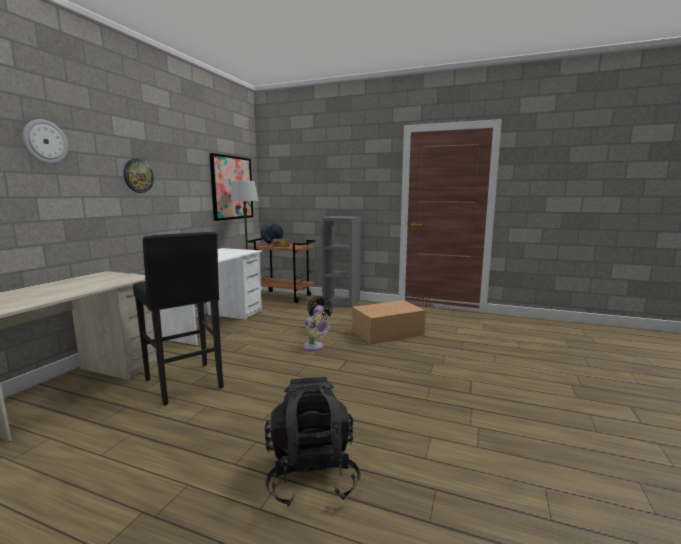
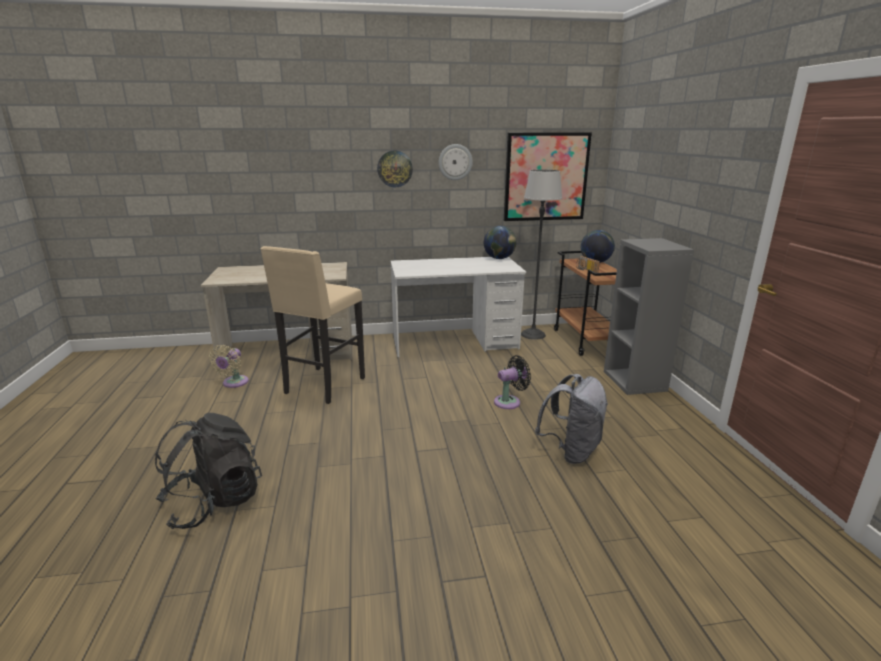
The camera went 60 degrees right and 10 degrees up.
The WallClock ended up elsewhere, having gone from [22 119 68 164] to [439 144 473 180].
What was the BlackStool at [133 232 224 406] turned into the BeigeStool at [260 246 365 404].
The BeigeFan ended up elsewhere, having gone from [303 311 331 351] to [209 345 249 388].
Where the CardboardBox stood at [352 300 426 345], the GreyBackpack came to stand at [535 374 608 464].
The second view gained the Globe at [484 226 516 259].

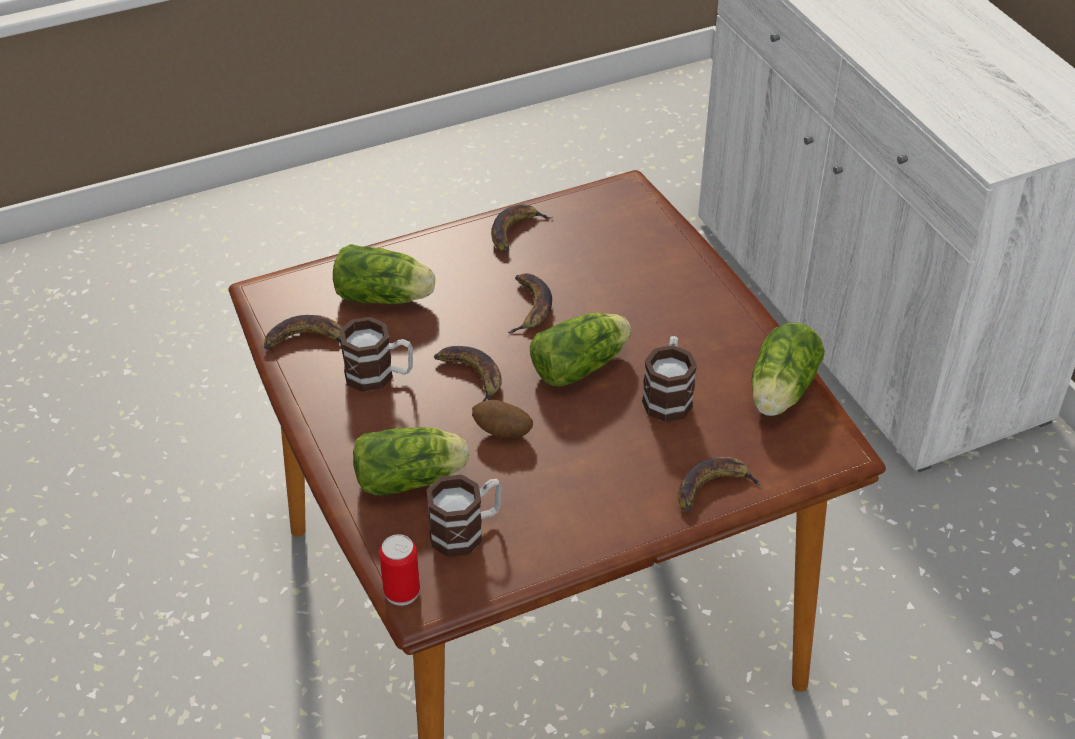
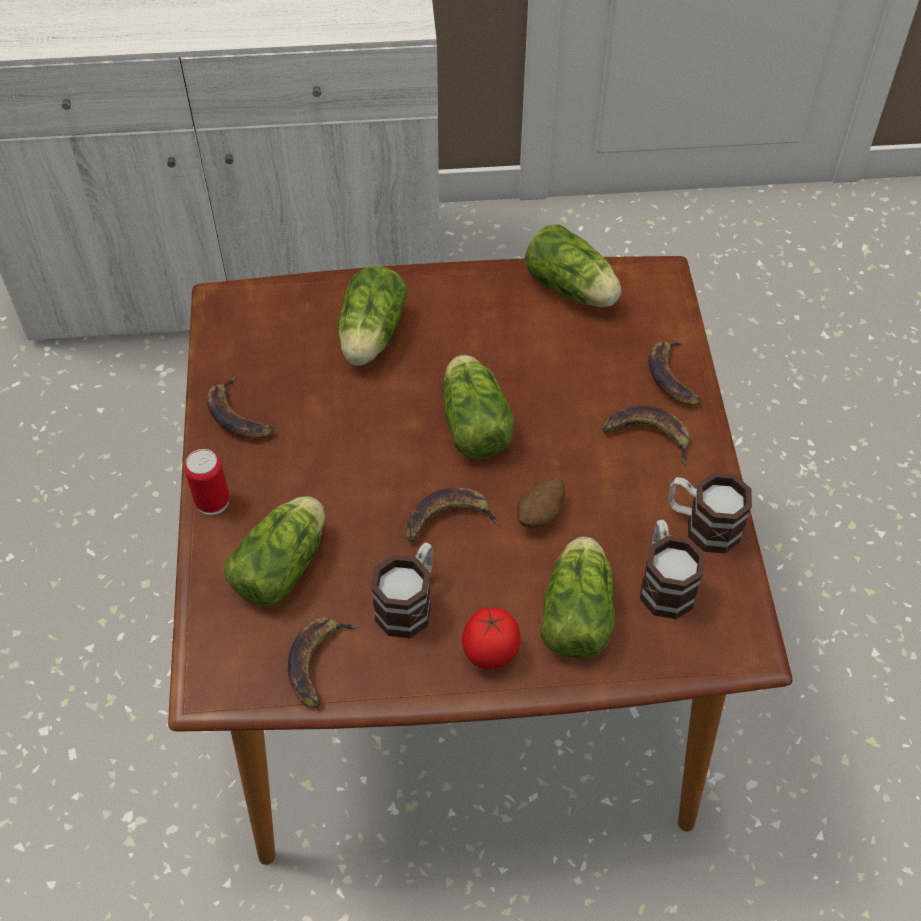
The camera went 70 degrees left and 10 degrees up.
The Can ended up elsewhere, having gone from [379 534 420 606] to [184 449 230 515].
The Banana ended up elsewhere, having gone from [508 273 552 334] to [602 406 690 465].
The Mug ended up elsewhere, having gone from [642 336 697 422] to [668 473 752 554].
The second view gained the Lettuce at [338 266 408 366].
The second view gained the Tomato at [462 607 521 669].

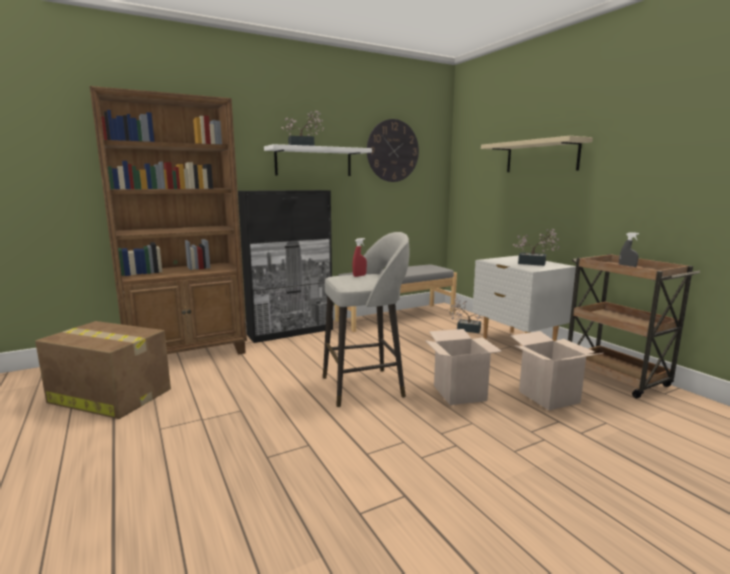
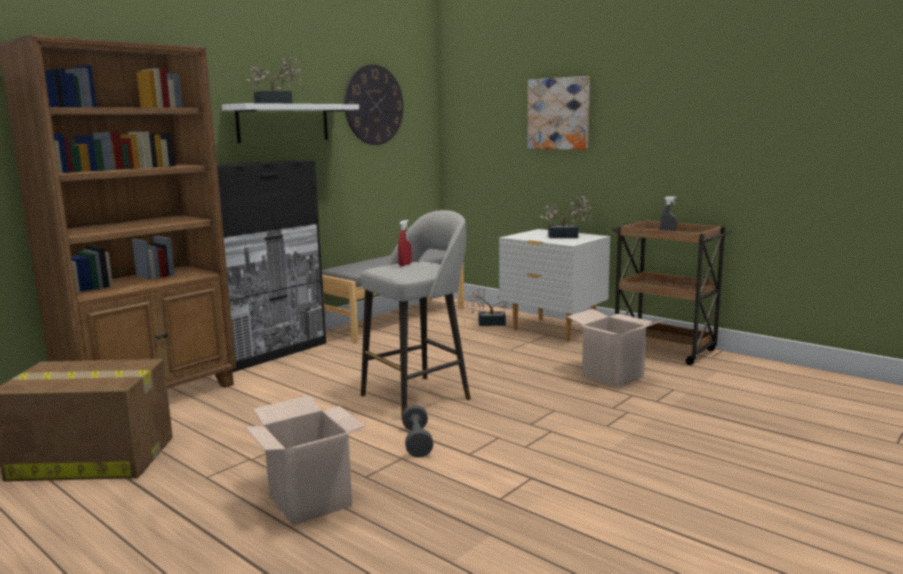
The camera went 20 degrees left and 0 degrees up.
The CardboardBox ended up elsewhere, having gone from [425 329 501 405] to [244 395 366 526].
Where the BeigeShelf hung at [481 136 593 172], the Picture came to hang at [527 76 590 150].
The second view gained the GreyDumbbell at [402 405 433 457].

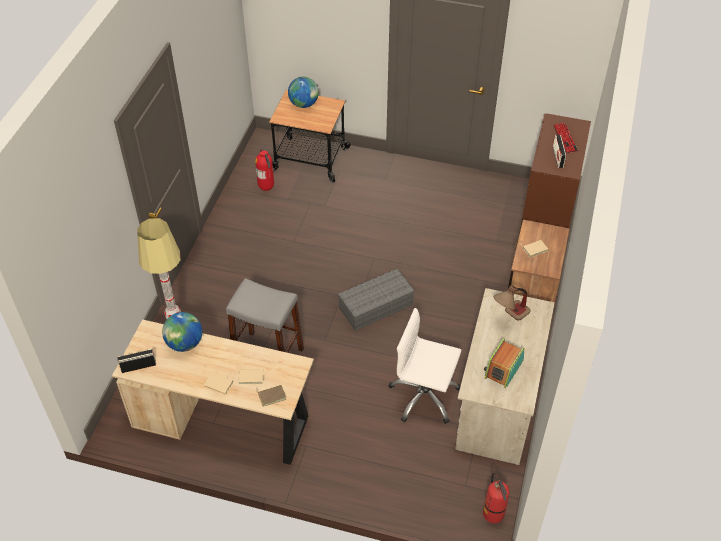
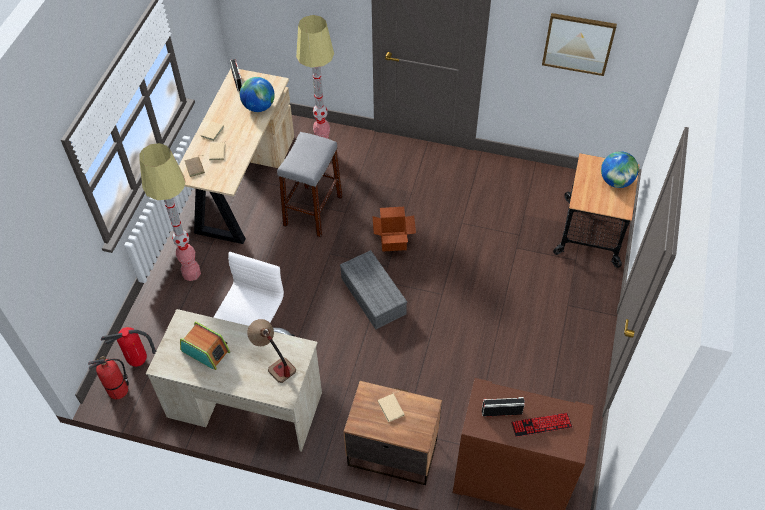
The camera went 90 degrees right and 5 degrees up.
The FireExtinguisher ended up elsewhere, having gone from [255 149 274 191] to [101 327 157 367].
The second view gained the FloorLamp at [139 143 201 281].
The second view gained the CardboardBox at [372 207 416 251].
The second view gained the Picture at [542 13 617 76].

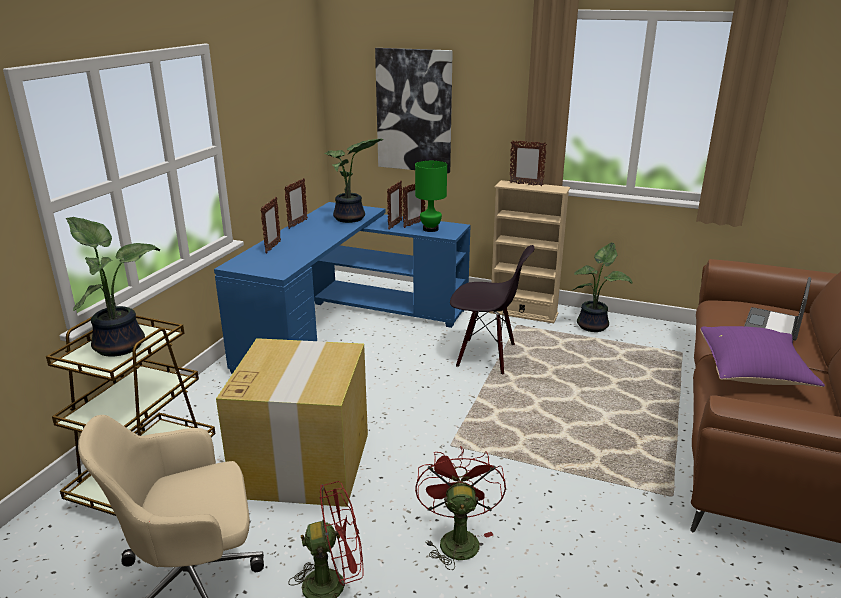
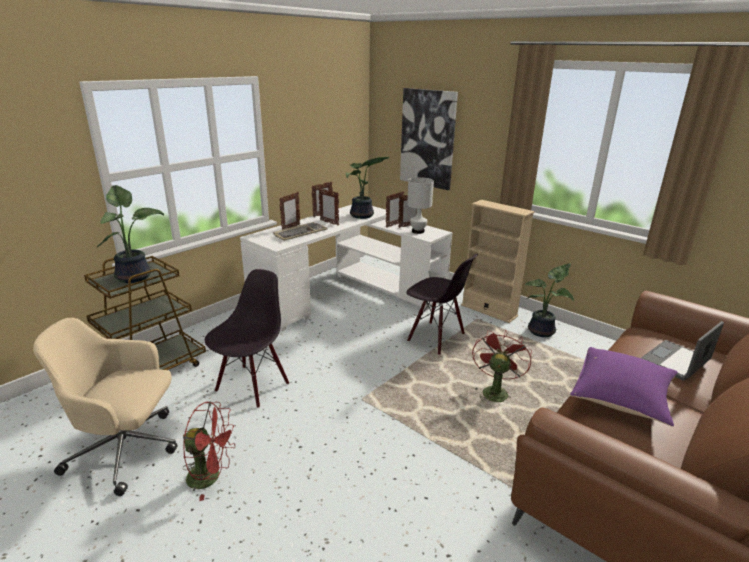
The camera went 20 degrees right and 0 degrees up.
What was the BlueDesk at [214 202 471 374] turned into the WhiteDesk at [240 205 452 331].
Where the CardboardBox stood at [216 338 368 507], the BlackChair came to stand at [205 269 289 408].
What was the GreenTableLamp at [415 161 447 232] turned into the WhiteTableLamp at [407 177 434 234].
The RedFan ended up elsewhere, having gone from [415 446 506 570] to [472 331 532 402].
The PictureFrame ended up elsewhere, having gone from [510 141 547 186] to [318 188 339 226].
The second view gained the Keyboard at [273 222 328 241].

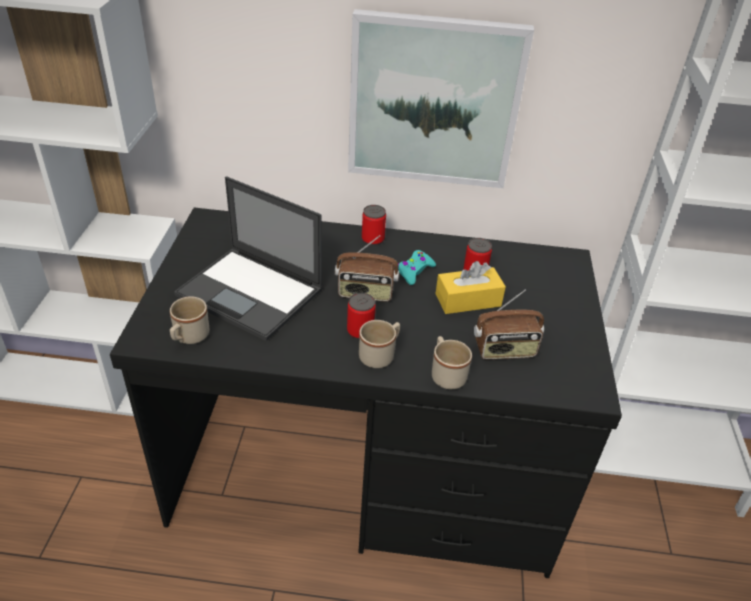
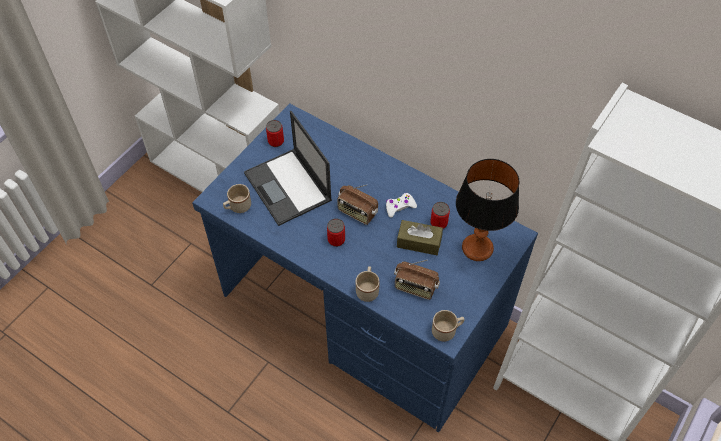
The camera went 30 degrees right and 15 degrees up.
What was the BlackDesk at [110 208 622 578] turned into the BlueDesk at [192 103 538 432].
The second view lost the Picture at [348 9 534 188].
The BeigeMug ended up elsewhere, having gone from [359 320 400 368] to [432 310 464 342].
The Can ended up elsewhere, having gone from [362 205 386 246] to [266 120 284 147].
What was the TurquoiseGameController at [398 250 436 285] turned into the WhiteGameController at [386 193 417 218].
What was the YellowTissueBox at [435 261 506 314] turned into the BrownTissueBox at [397 220 443 255].
The second view gained the TableLamp at [456 159 519 261].

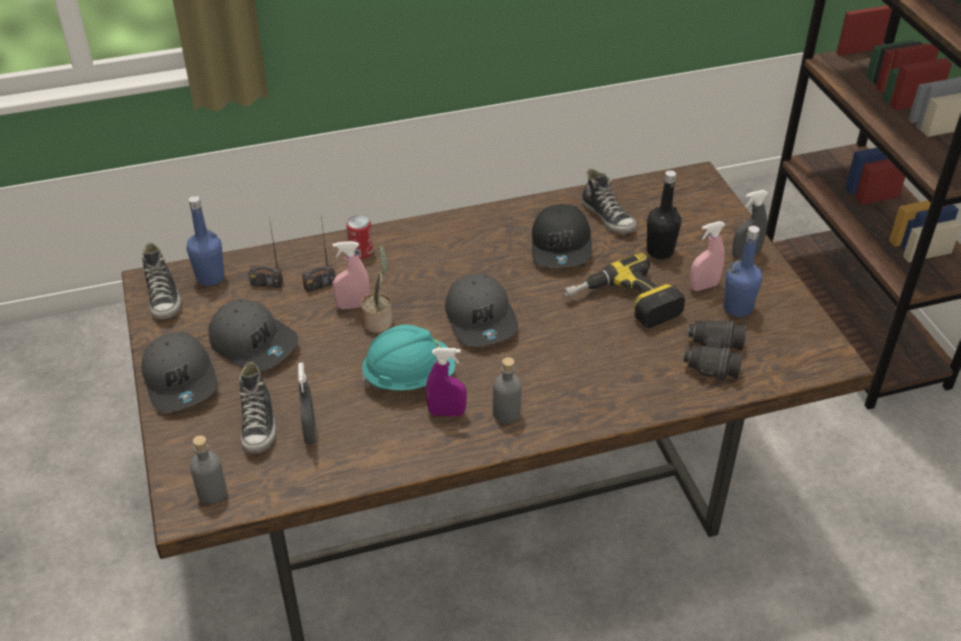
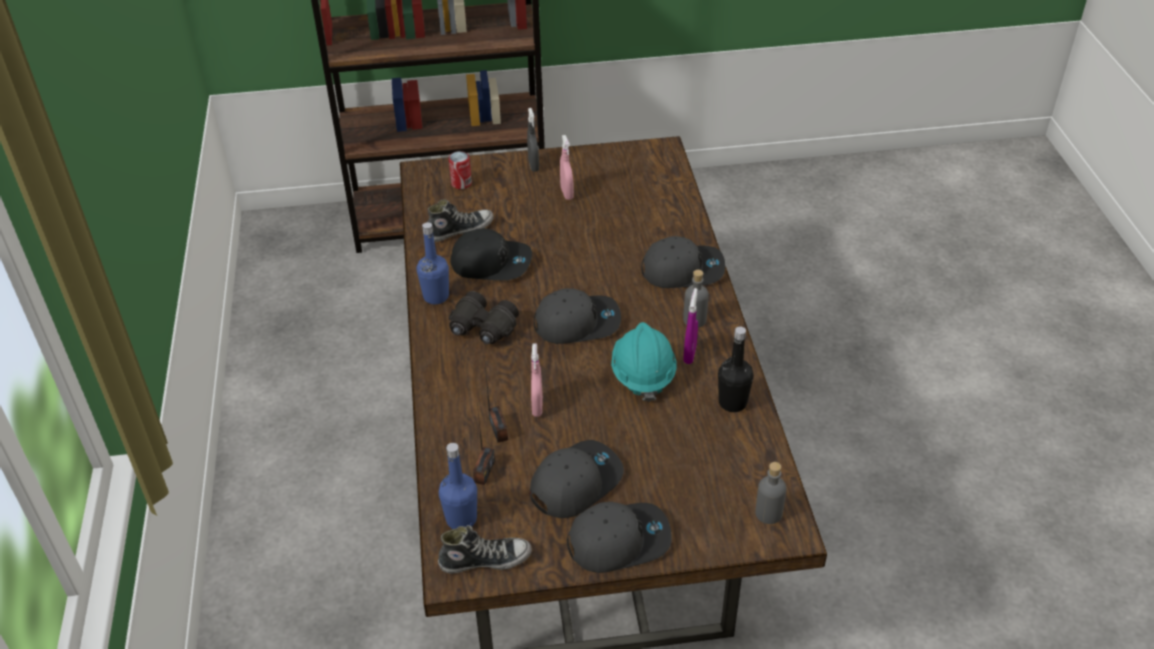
The camera went 80 degrees left and 0 degrees up.
The second view lost the Shoe at [239 362 276 454].
The second view lost the GreySprayBottle at [298 363 316 445].
The Can ended up elsewhere, having gone from [346 215 373 259] to [449 151 472 189].
The second view lost the PottedPlant at [360 245 393 333].
The second view lost the PowerDrill at [564 253 685 328].
The BlackBottle ended up elsewhere, having gone from [647 170 681 259] to [718 326 754 412].
The BlackBinoculars ended up elsewhere, having gone from [683 320 746 381] to [449 291 519 344].
The BlueBottle ended up elsewhere, having gone from [724 226 762 317] to [417 222 449 304].
The second view gained the GreyCap at [641 236 725 288].

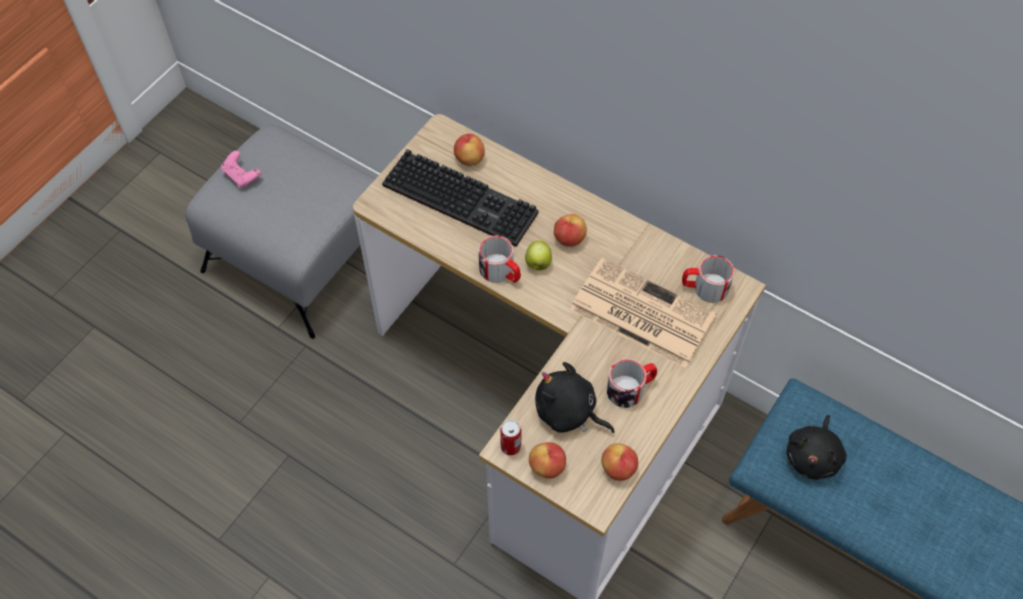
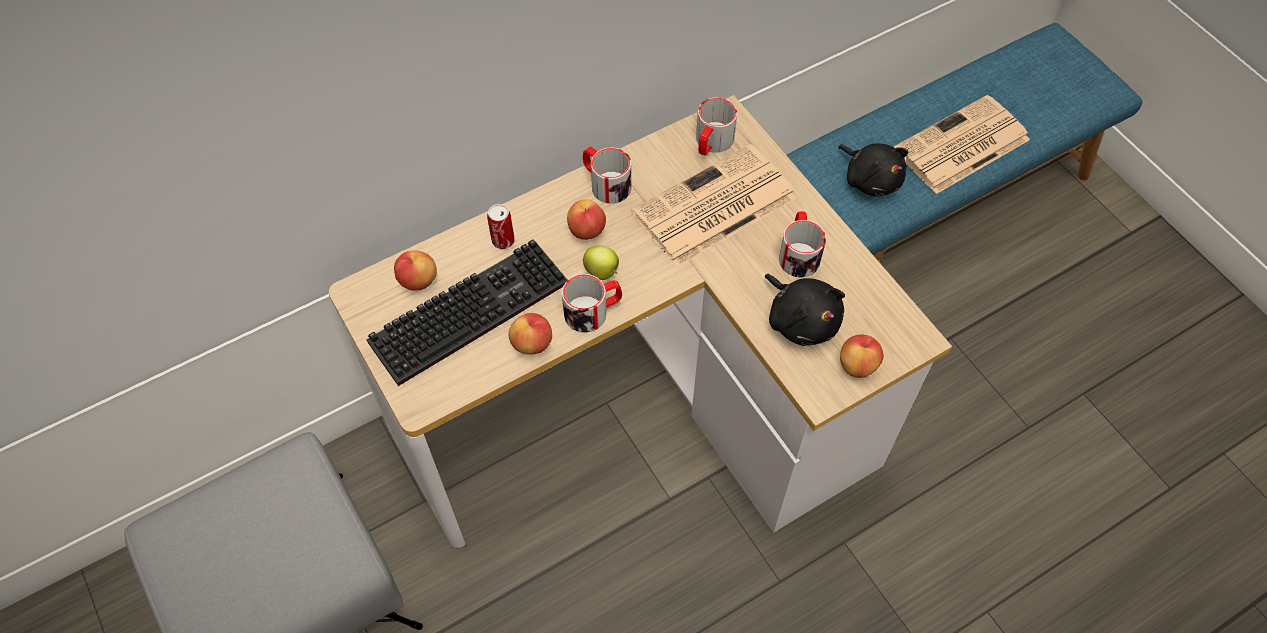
The camera went 65 degrees left and 0 degrees up.
The second view lost the PinkGameController at [221 150 261 188].
The Can ended up elsewhere, having gone from [500 419 522 455] to [487 204 515 249].
The BlackPlushToy at [535 362 615 433] ended up facing another way, 90 degrees counterclockwise from before.
The Apple ended up elsewhere, having gone from [601 443 638 481] to [509 313 552 354].
The second view gained the Mug at [583 147 631 204].
The second view gained the Newspaper at [894 95 1030 194].

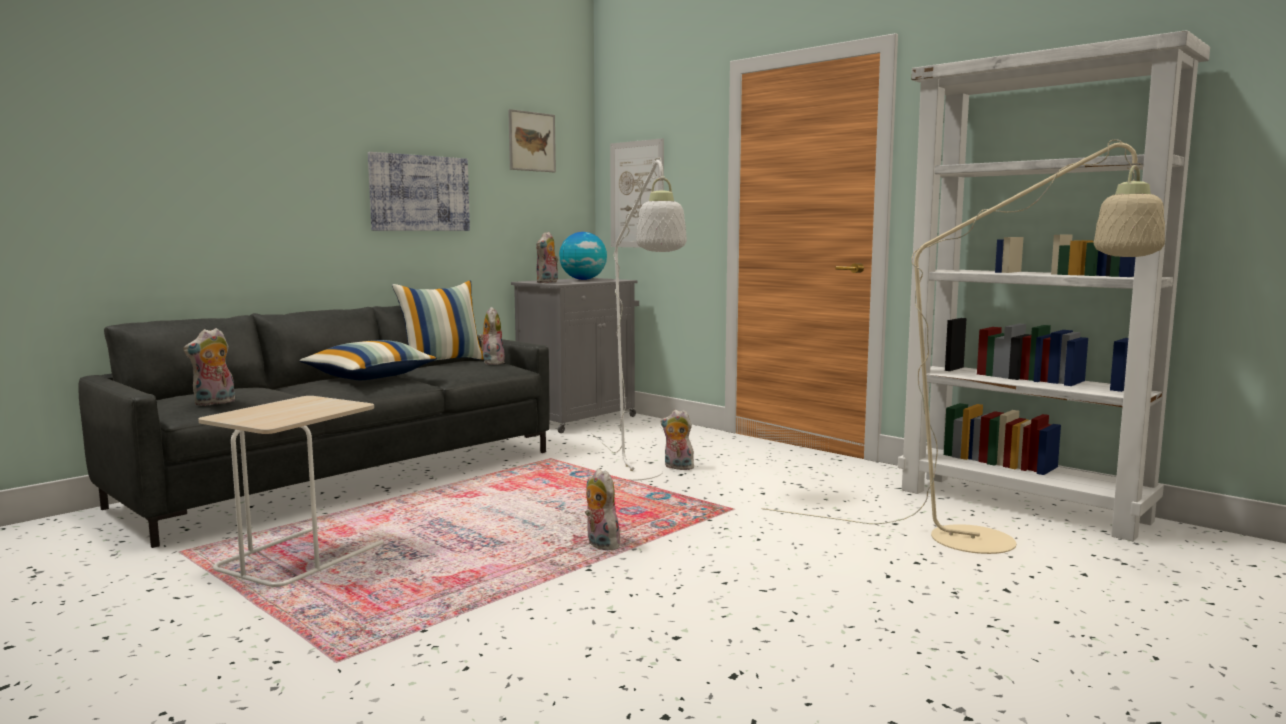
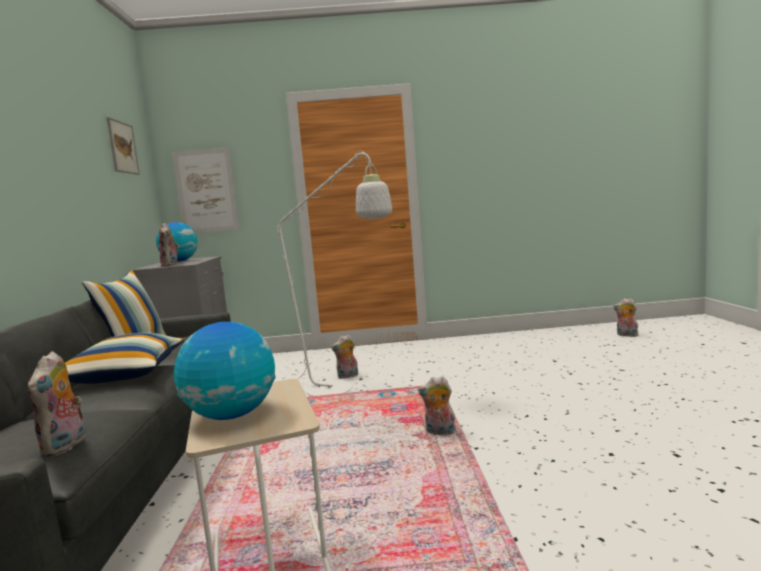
The camera went 45 degrees left and 0 degrees up.
The second view lost the Picture at [368 152 470 231].
The PlushToy ended up elsewhere, having gone from [478 307 505 365] to [613 298 639 337].
The second view lost the BeigeFloorLamp at [761 139 1165 554].
The second view lost the WhiteBookcase at [898 30 1210 541].
The second view gained the Globe at [174 322 276 420].

